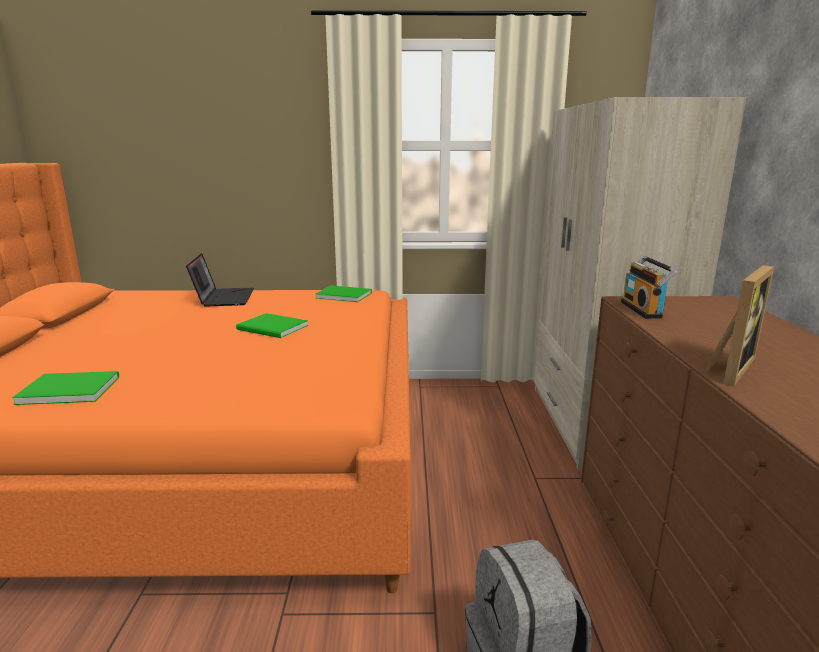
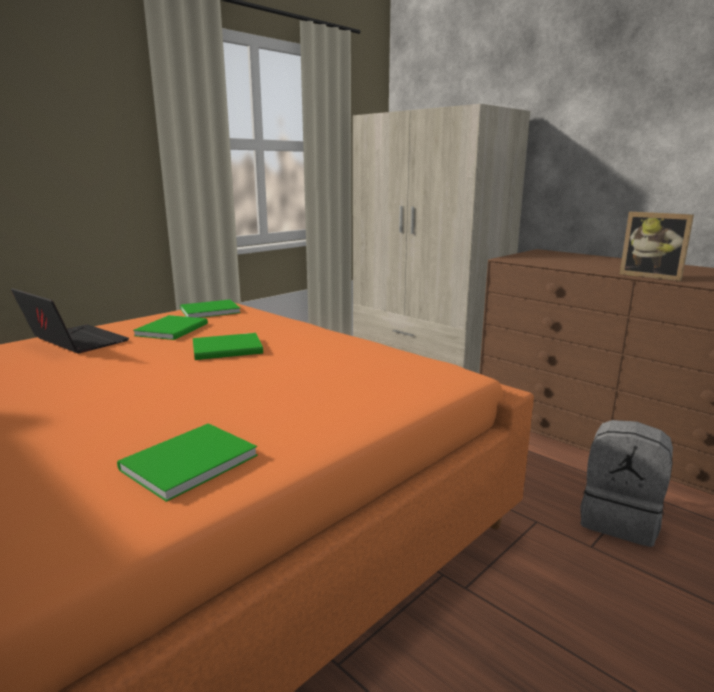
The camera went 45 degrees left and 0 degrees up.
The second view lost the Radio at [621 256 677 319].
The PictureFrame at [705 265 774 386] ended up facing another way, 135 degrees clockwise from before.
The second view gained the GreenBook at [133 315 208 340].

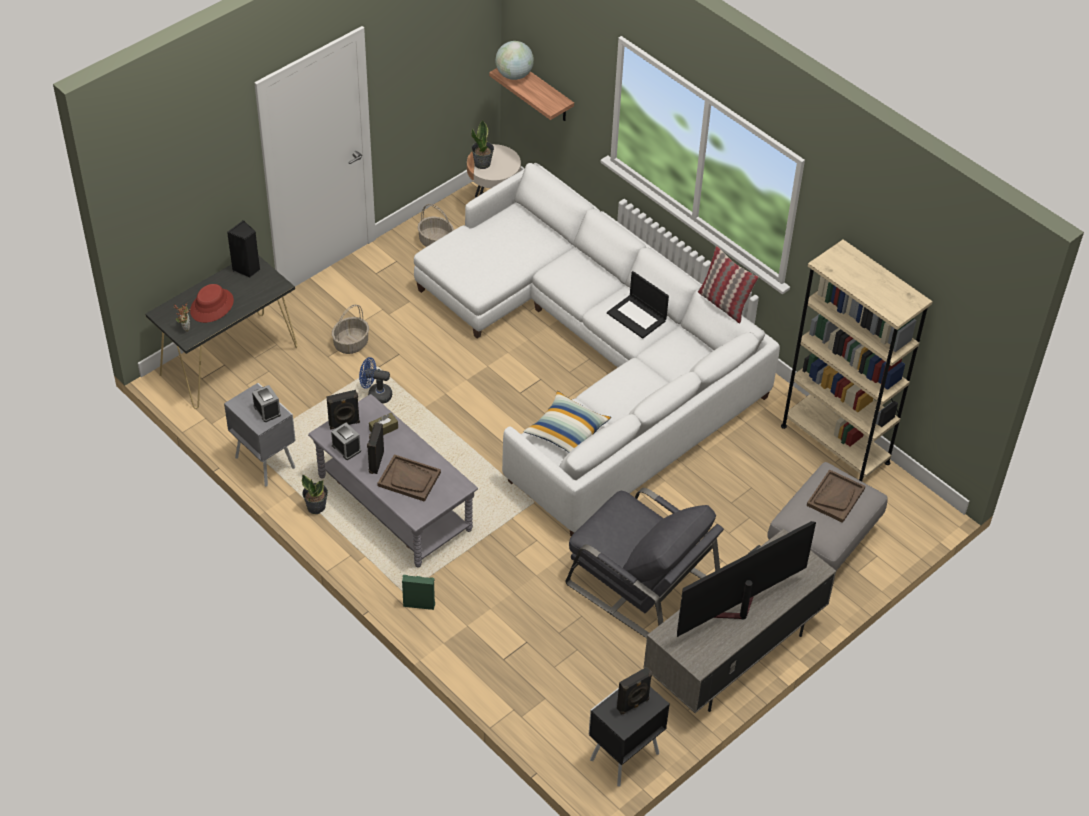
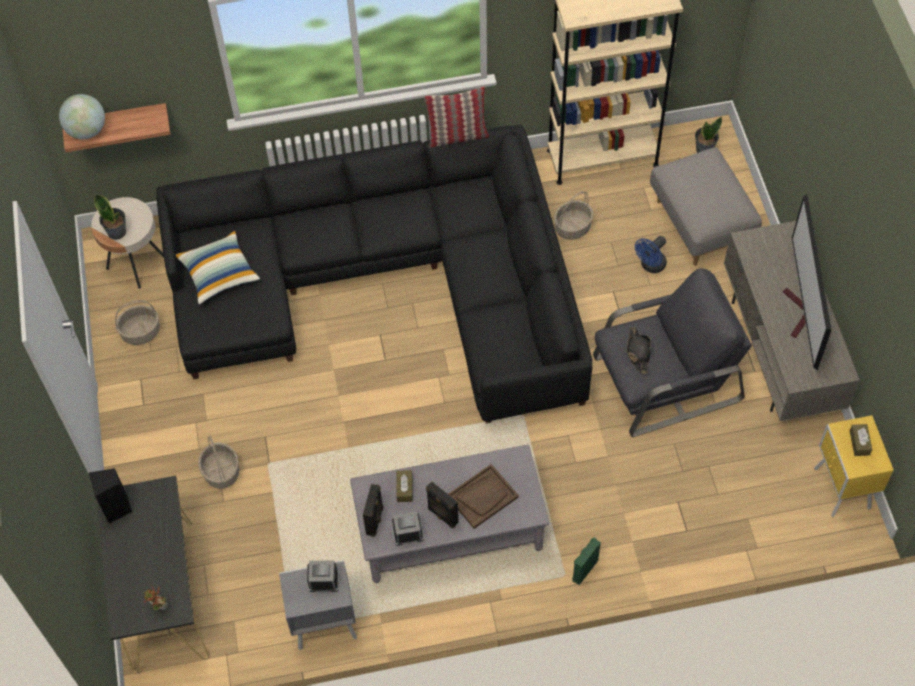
The camera went 55 degrees left and 10 degrees up.
The second view lost the RedHat at [190 284 234 323].
The PottedPlant ended up elsewhere, having gone from [302 475 328 514] to [695 117 722 153].
The BlueFan ended up elsewhere, having gone from [359 357 392 404] to [635 236 667 273].
What was the WhiteSofa at [414 163 780 536] turned into the BlackSofa at [156 125 593 423].
The Pillow ended up elsewhere, having gone from [524 391 611 453] to [176 231 260 305].
What was the BlackNightstand at [589 687 670 787] turned into the YellowNightstand at [814 415 894 517].
The second view lost the Laptop at [607 271 669 339].
Where the BlackSpeaker stood at [617 667 652 715], the BrownTissueBox came to stand at [850 424 872 456].
The second view lost the BrownTray at [807 469 865 523].
The second view gained the Basket at [554 191 593 240].
The second view gained the BlackHat at [626 327 651 374].

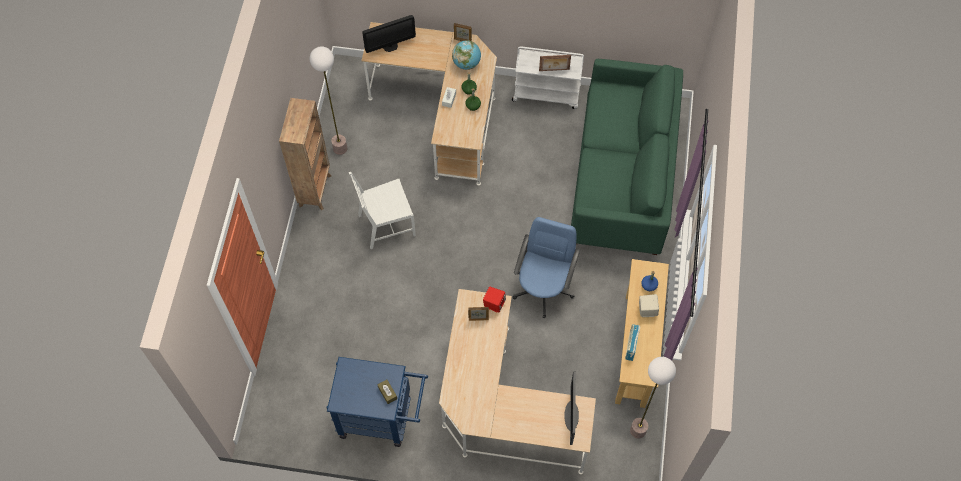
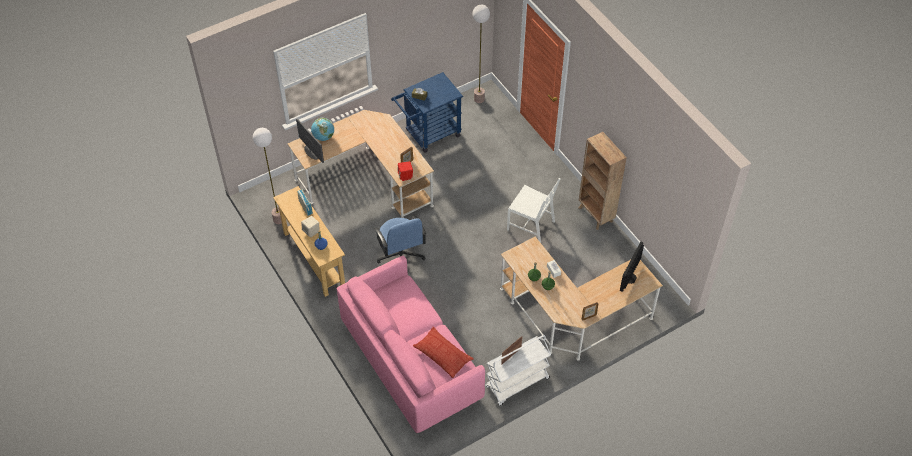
The camera went 140 degrees right and 10 degrees down.
The FloorLamp ended up elsewhere, having gone from [310 46 347 155] to [473 5 490 103].
The WhiteChair at [349 172 416 249] ended up facing another way, 90 degrees clockwise from before.
The Globe ended up elsewhere, having gone from [452 40 481 70] to [311 118 334 141].
What was the GreenSofa at [571 59 683 255] turned into the PinkSofa at [337 256 485 434].
The second view gained the Pillow at [413 327 474 378].

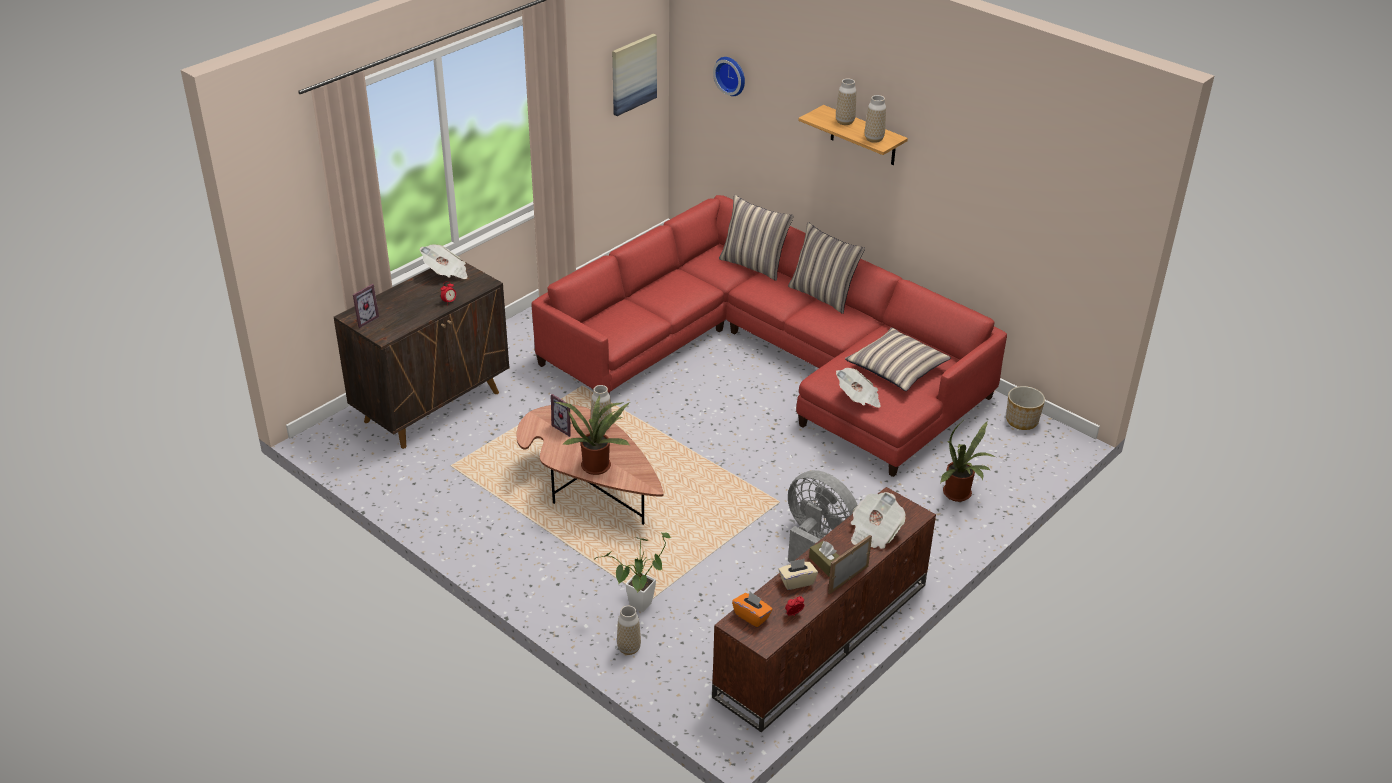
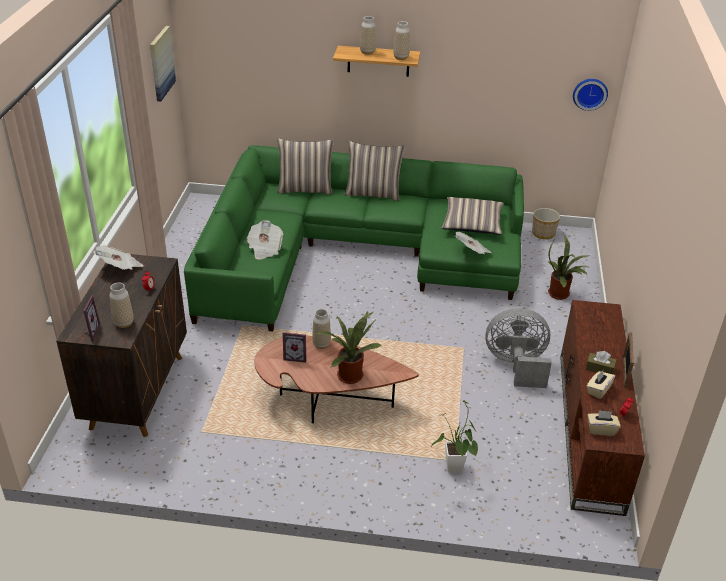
The camera went 35 degrees left and 0 degrees up.
What was the RedSofa at [531 195 1007 477] turned into the GreenSofa at [184 145 524 332].
The Vase ended up elsewhere, having gone from [617 606 641 655] to [109 283 134 328].
The WallClock ended up elsewhere, having gone from [713 57 745 96] to [573 79 608 111].
What was the OrangeTissueBox at [732 591 773 627] turned into the BeigeTissueBox at [588 410 621 436].
The Newspaper ended up elsewhere, having gone from [851 492 906 549] to [247 220 283 260].

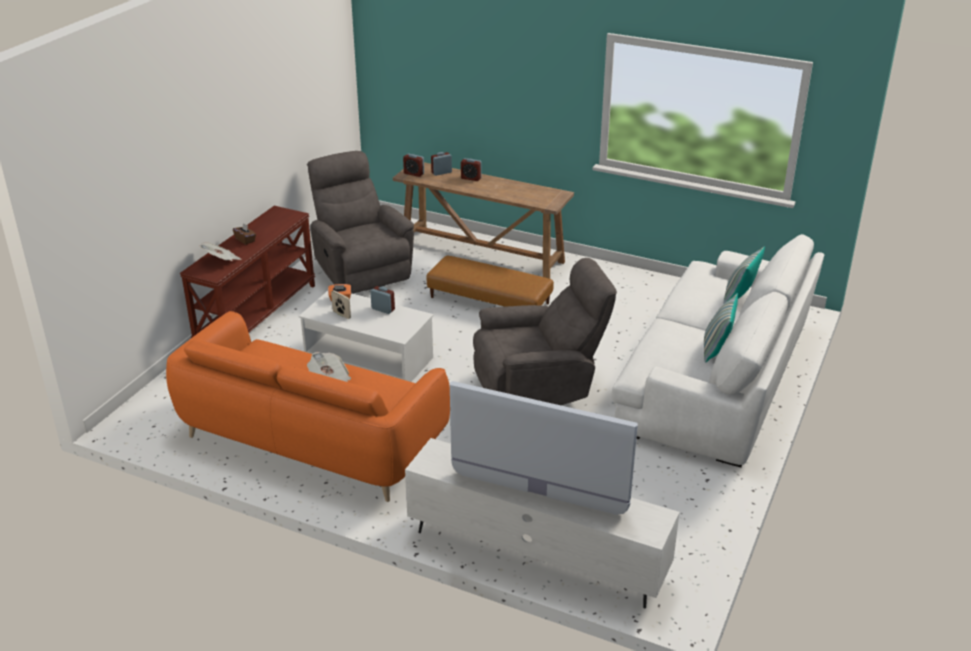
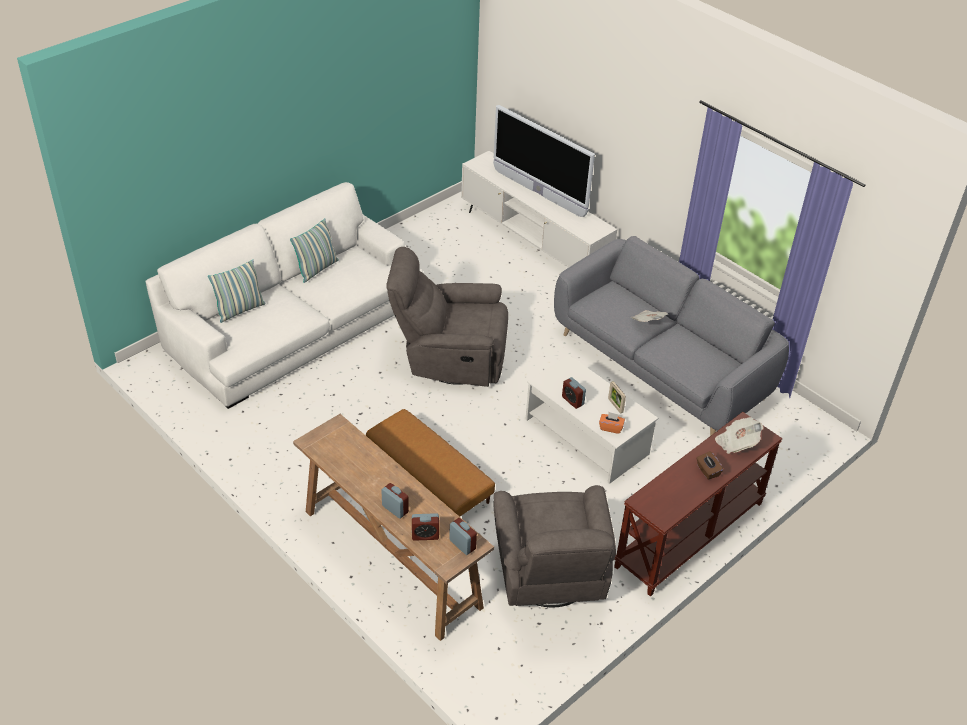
The camera went 160 degrees left and 10 degrees up.
What was the OrangeSofa at [166 311 450 502] turned into the GreySofa at [554 236 789 436].

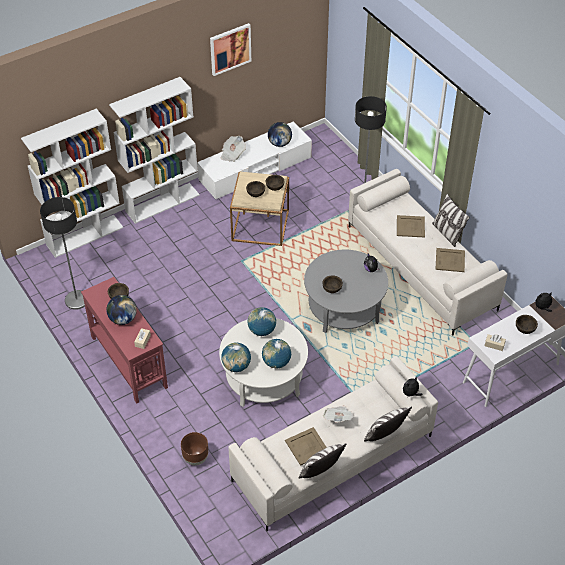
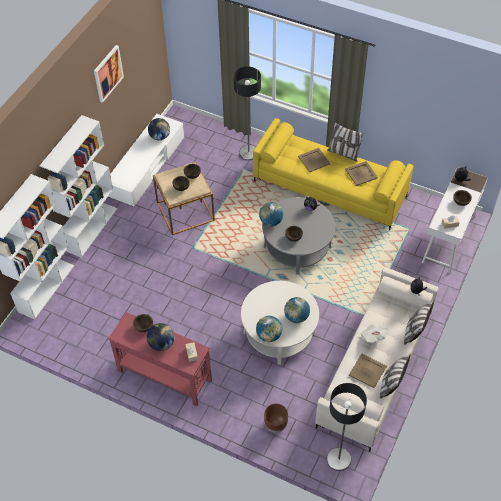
The camera went 30 degrees left and 5 degrees up.
The FloorLamp ended up elsewhere, having gone from [40 197 85 310] to [327 383 367 471].
The second view lost the Newspaper at [221 136 246 162].
The Globe ended up elsewhere, having gone from [248 307 276 336] to [259 202 283 226].
What was the WhiteSofa at [348 169 507 335] turned into the YellowSofa at [253 118 414 231].

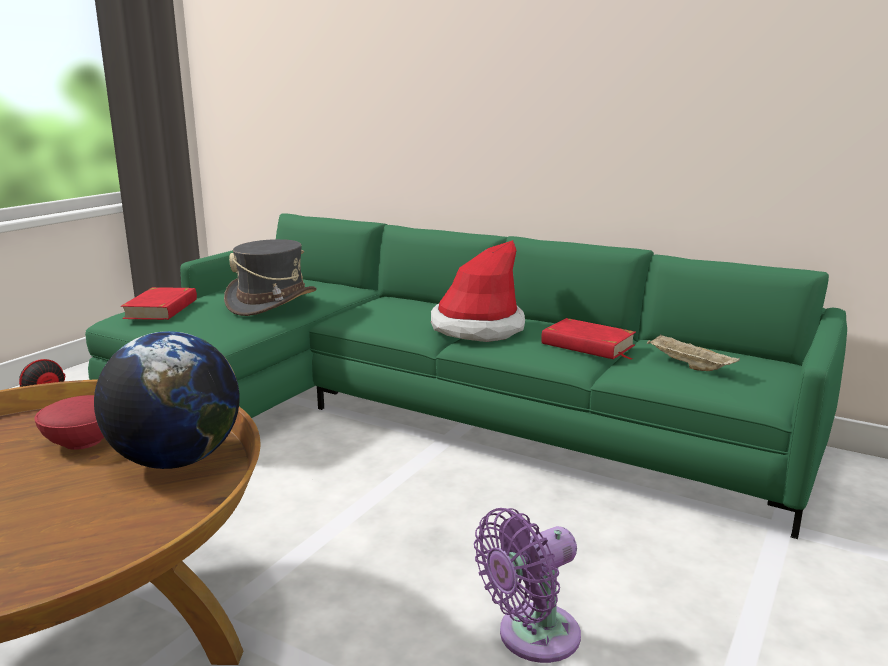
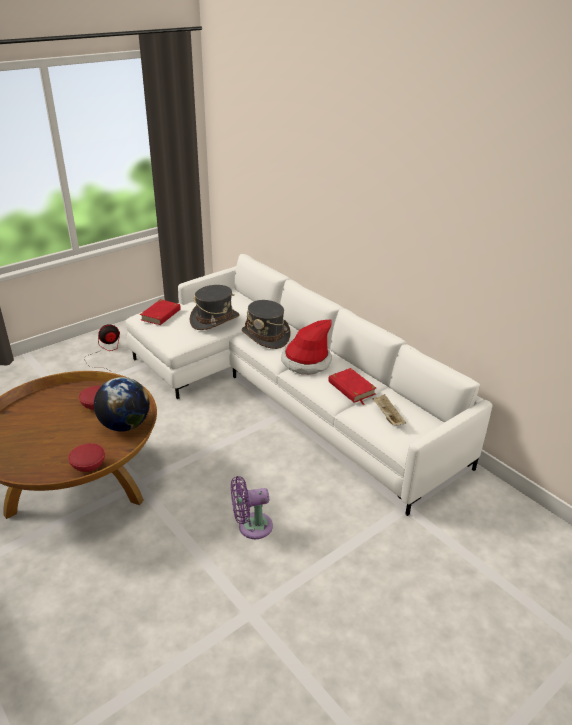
The camera went 20 degrees right and 15 degrees up.
What was the GreenSofa at [85 213 847 539] turned into the WhiteSofa at [126 254 492 516].
The second view gained the RedBowl at [68 443 105 472].
The second view gained the GreyHat at [242 300 290 349].

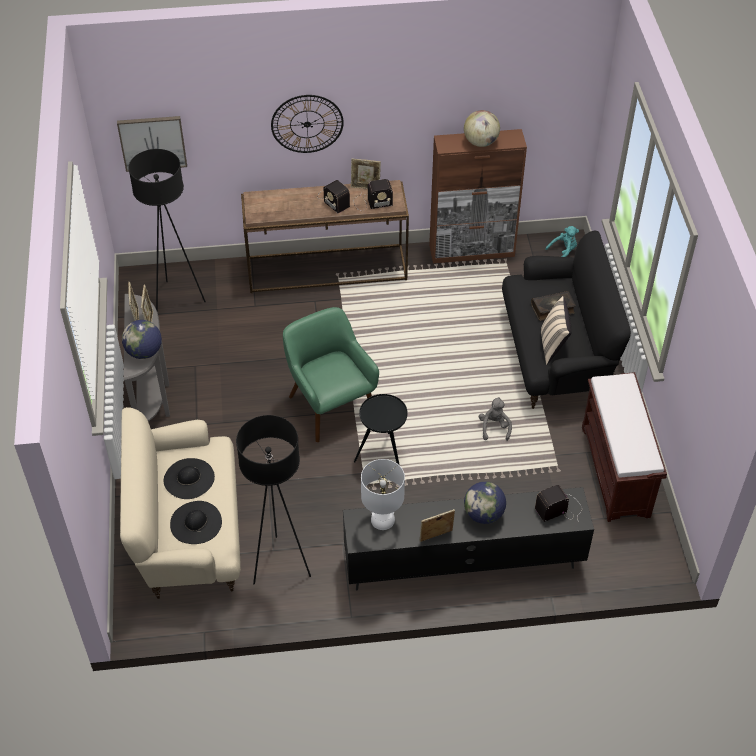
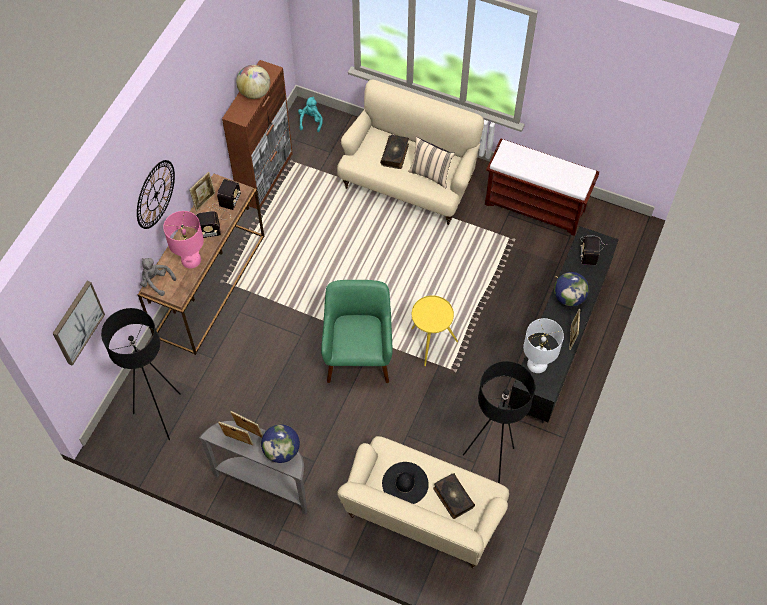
The camera went 60 degrees left and 10 degrees up.
Where the BlackHat stood at [170 501 222 544], the Book came to stand at [433 473 475 519].
The GreenArmchair at [283 307 379 442] ended up facing another way, 90 degrees clockwise from before.
What was the BlackSideTable at [354 394 408 464] turned into the YellowSideTable at [411 295 458 366].
The GreyPlushToy ended up elsewhere, having gone from [479 397 512 441] to [140 258 176 296].
What was the BlackSofa at [502 231 631 409] turned into the BeigeSofa at [337 79 484 225].
The second view gained the PinkTableLamp at [163 211 204 268].

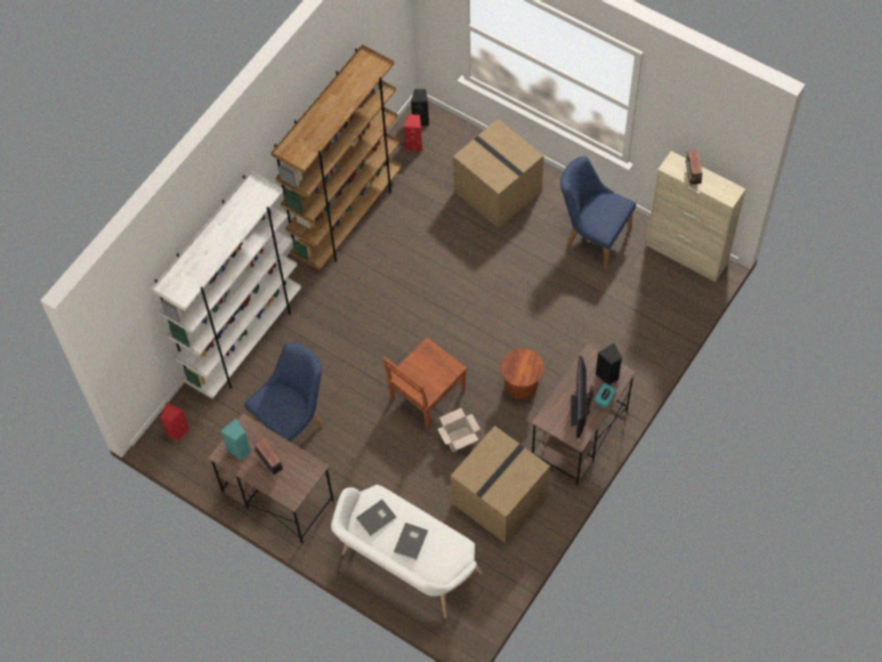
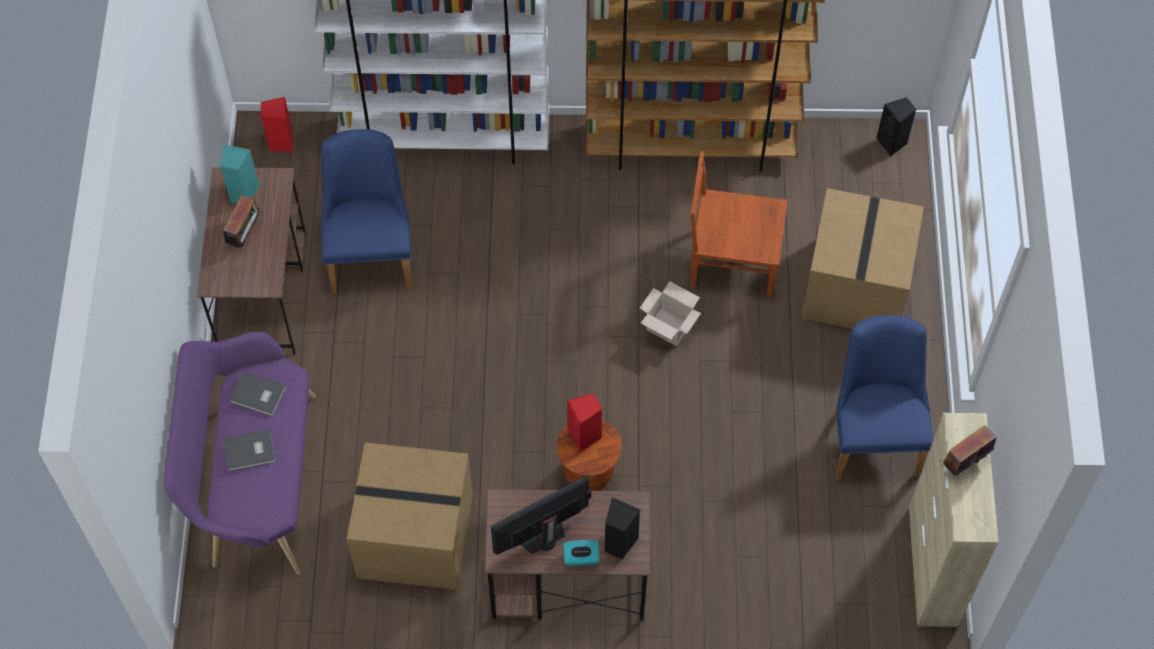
The camera went 55 degrees right and 0 degrees up.
The BlueChair at [244 343 323 442] ended up facing another way, 105 degrees counterclockwise from before.
What was the WhiteBench at [331 485 483 619] turned into the PurpleBench at [164 332 316 575].
The BrownChair ended up elsewhere, having gone from [383 338 467 429] to [690 151 787 298].
The RedSpeaker ended up elsewhere, having gone from [404 114 422 151] to [567 393 602 453].
The CardboardBox ended up elsewhere, having gone from [438 408 480 452] to [640 281 701 346].

